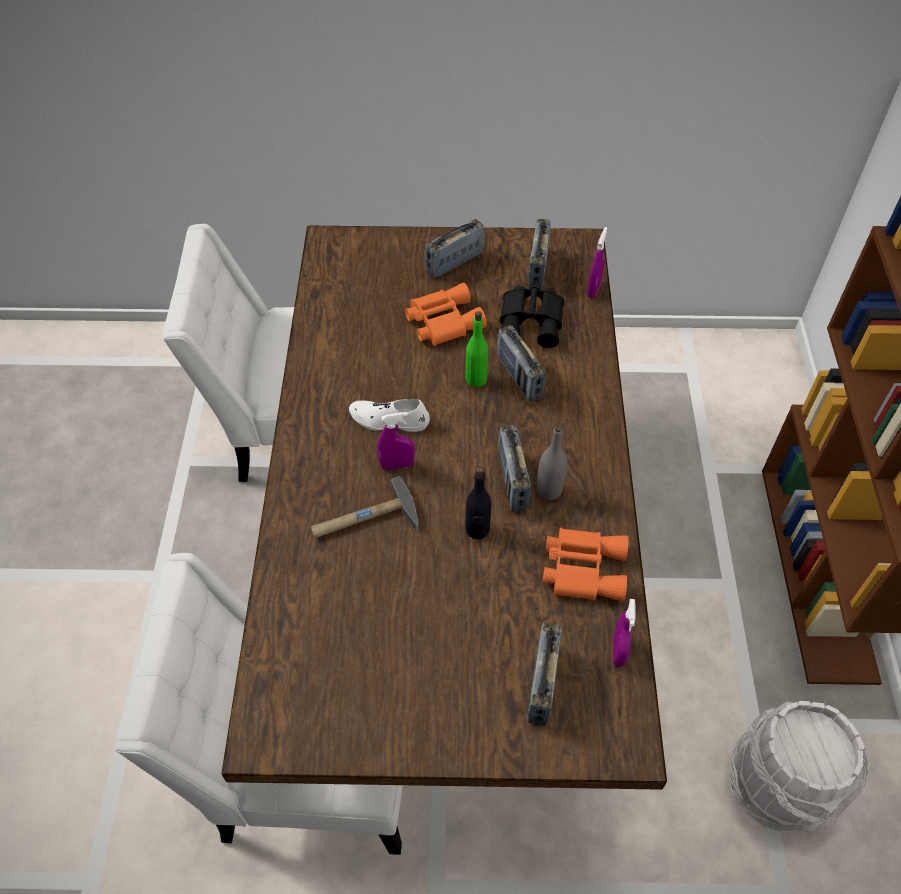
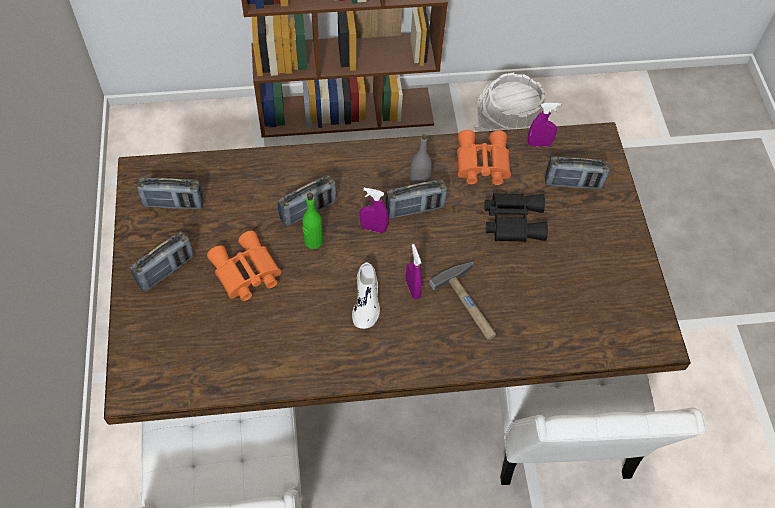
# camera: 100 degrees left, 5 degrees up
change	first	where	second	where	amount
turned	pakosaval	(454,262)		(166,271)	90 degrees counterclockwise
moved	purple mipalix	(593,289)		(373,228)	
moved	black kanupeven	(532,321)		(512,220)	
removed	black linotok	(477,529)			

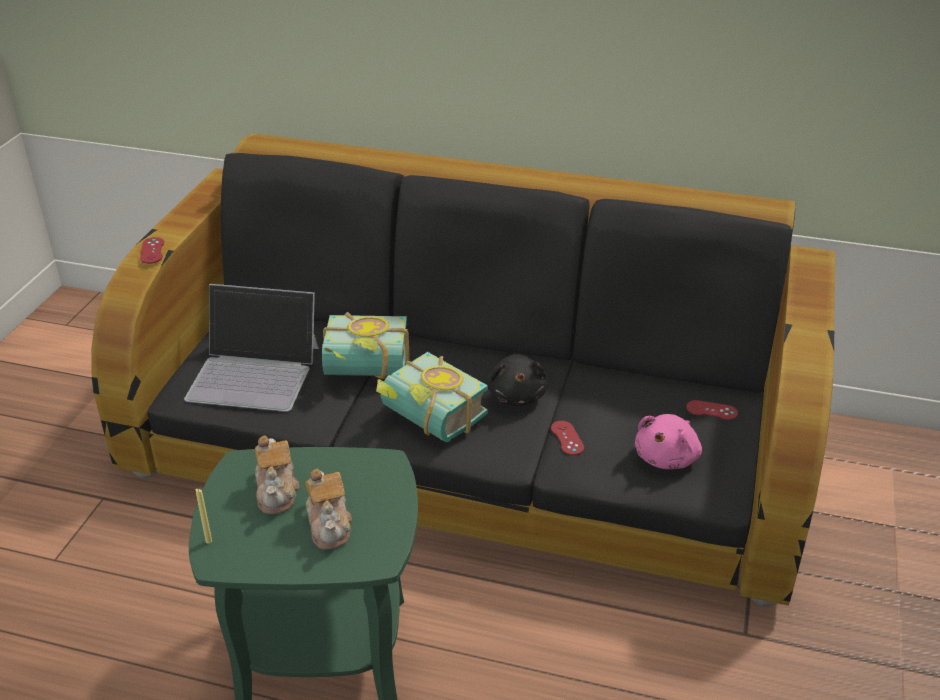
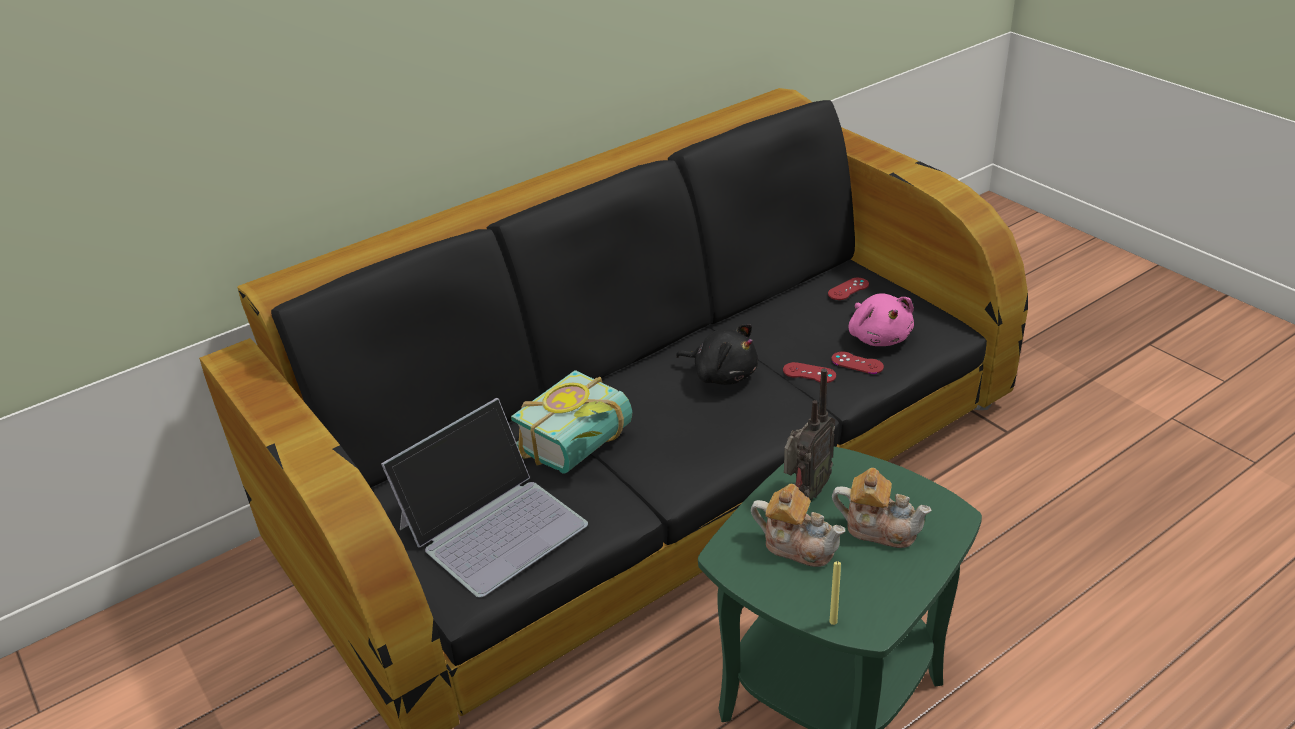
# camera: 50 degrees left, 0 degrees up
change	first	where	second	where	amount
added			pakosaval	(805,492)	
moved	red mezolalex	(152,251)		(857,363)	
removed	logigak	(427,420)			

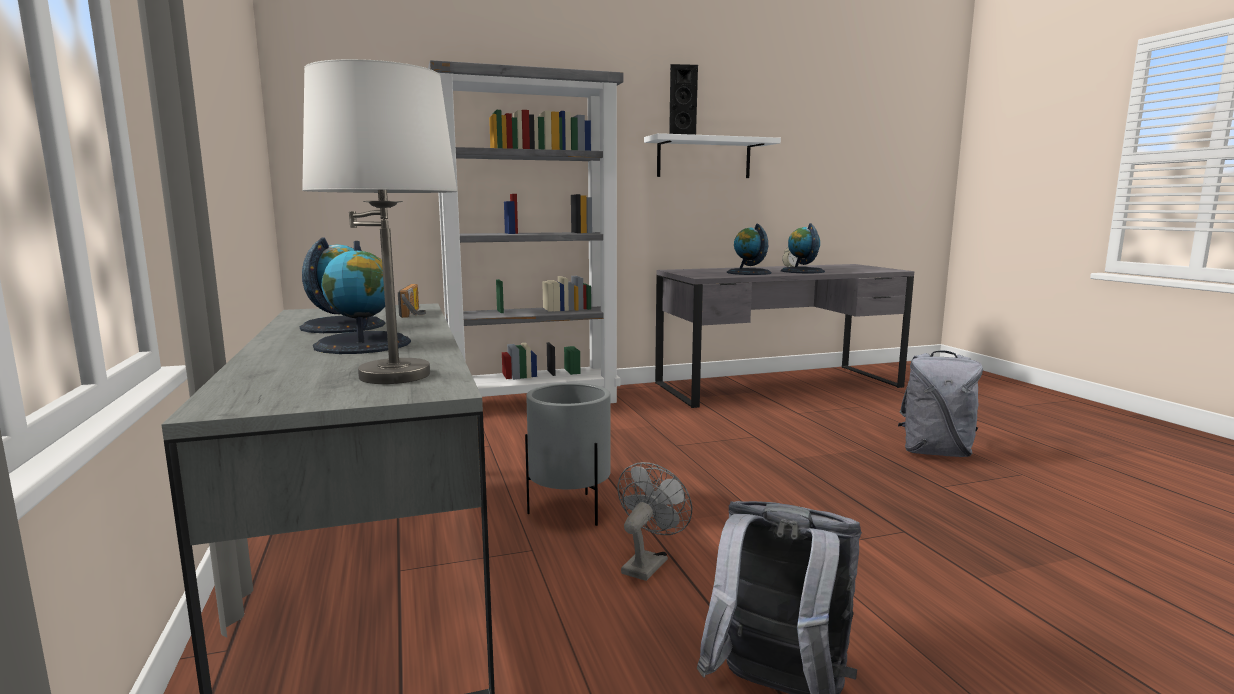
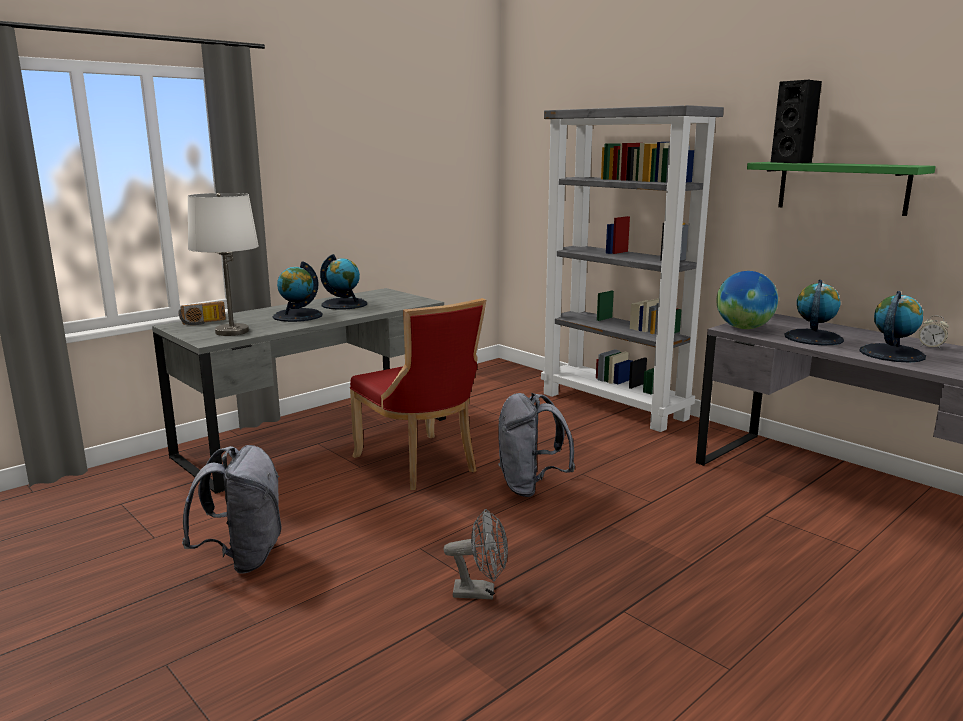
# camera: 65 degrees right, 5 degrees up
change	first	where	second	where	amount
moved	pakosaval	(415,313)		(203,322)	
replaced	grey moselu	(570,510)	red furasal	(420,464)	
moved	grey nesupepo	(648,563)		(481,592)	
moved	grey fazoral	(935,452)		(530,487)	
added			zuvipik	(743,328)	
recoloured	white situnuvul	(704,158)	green situnuvul	(842,187)	

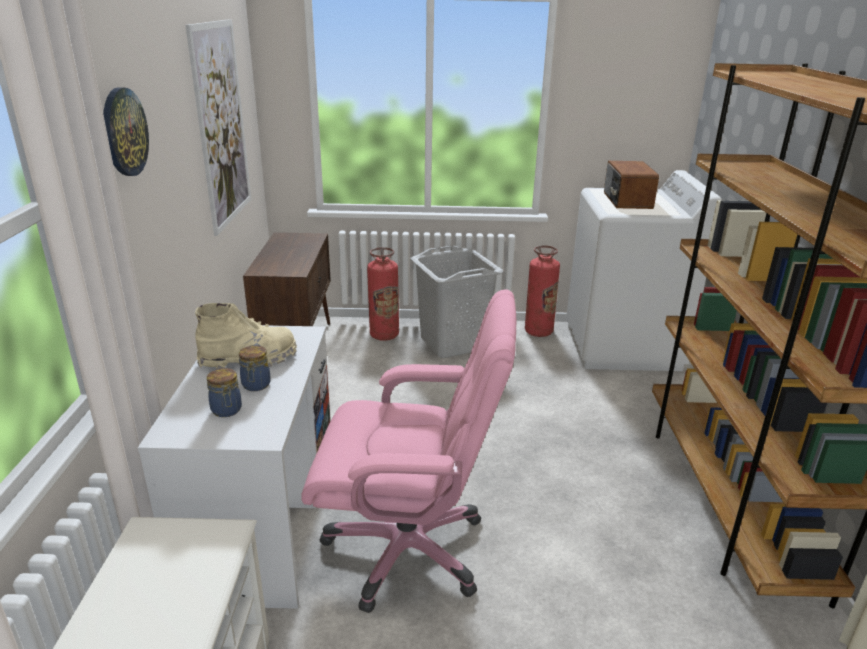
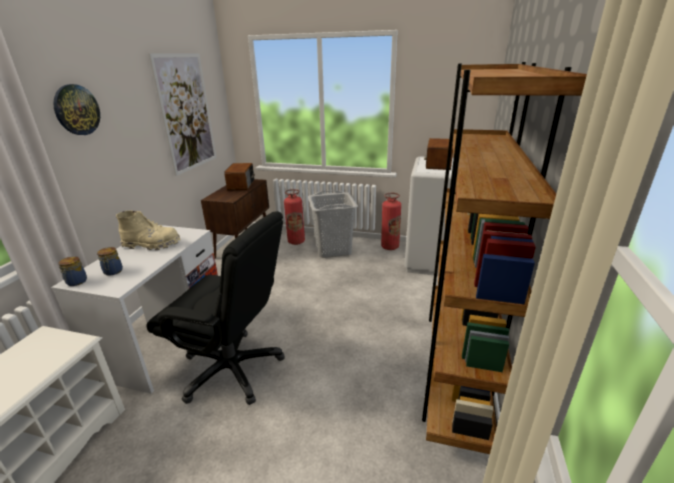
# camera: 15 degrees right, 0 degrees up
change	first	where	second	where	amount
moved	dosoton	(256,385)		(76,282)	
recoloured	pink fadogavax	(408,549)	black fadogavax	(233,369)	
added			pakosaval	(242,185)	

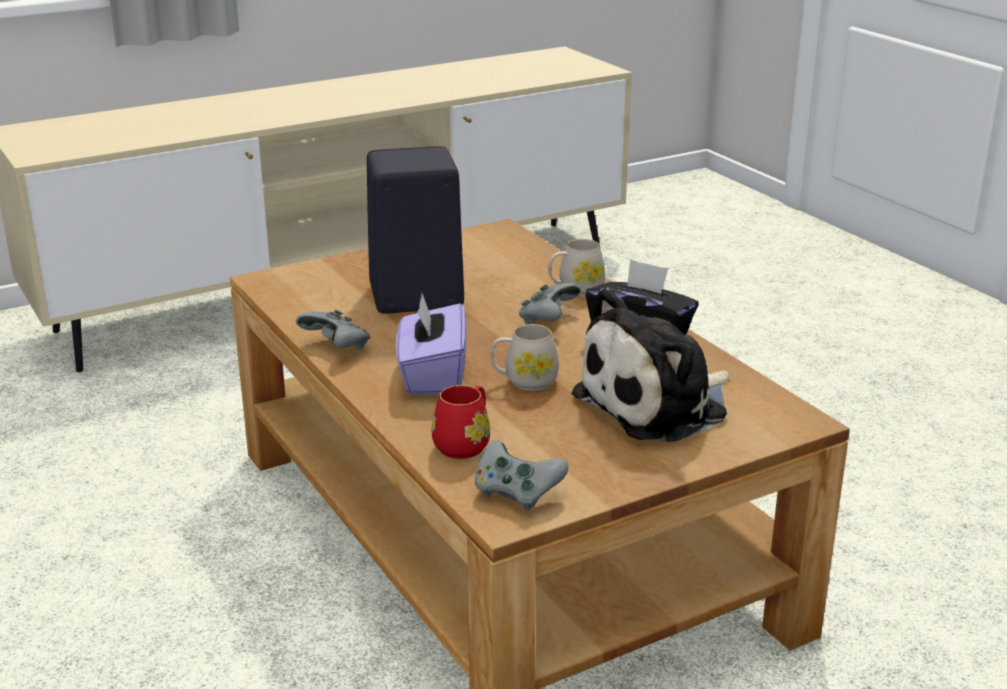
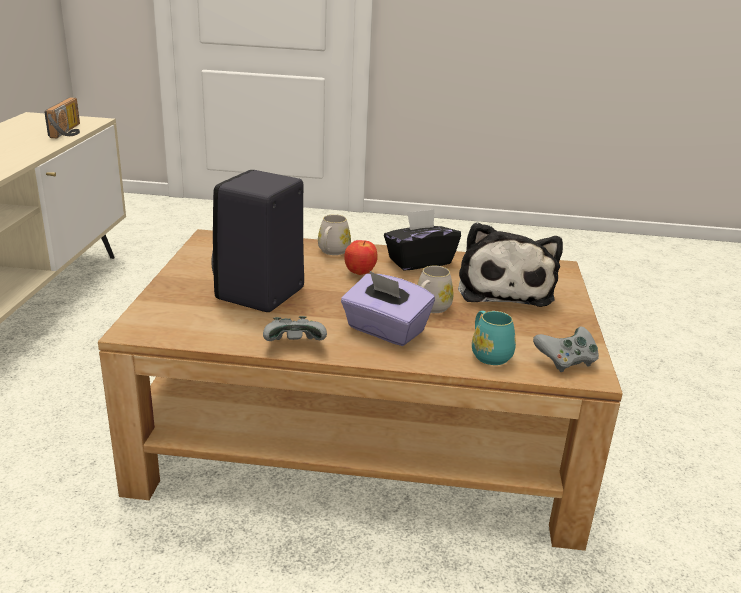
# camera: 55 degrees left, 0 degrees up
change	first	where	second	where	amount
added			pakosaval	(70,131)	
replaced	grey mezolalex	(548,320)	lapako	(360,273)	
recoloured	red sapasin	(465,444)	turquoise sapasin	(488,354)	

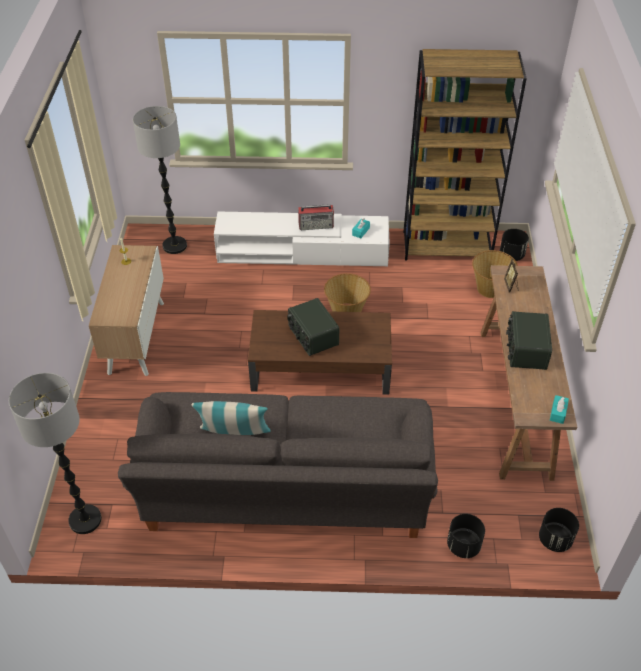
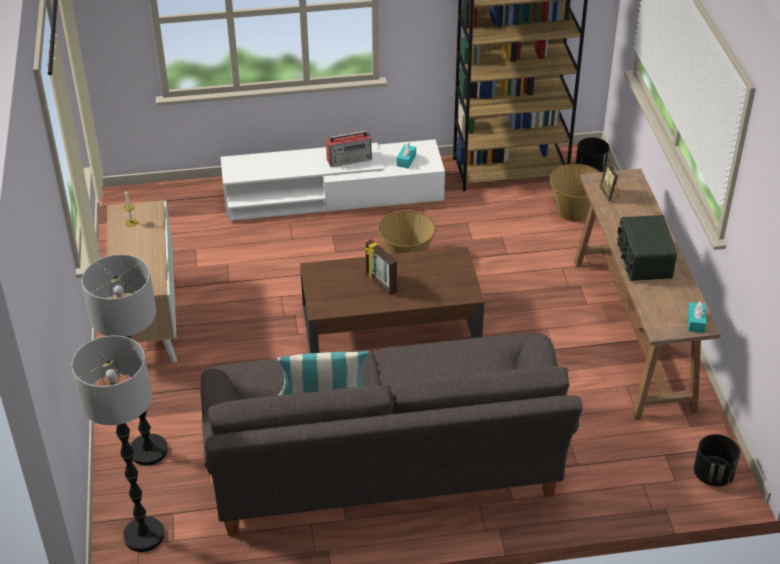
# camera: 10 degrees left, 5 degrees down
change	first	where	second	where	amount
moved	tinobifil	(174,246)		(148,451)	
replaced	pakosaval	(312,336)	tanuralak	(380,284)	
removed	black moselu	(463,545)			

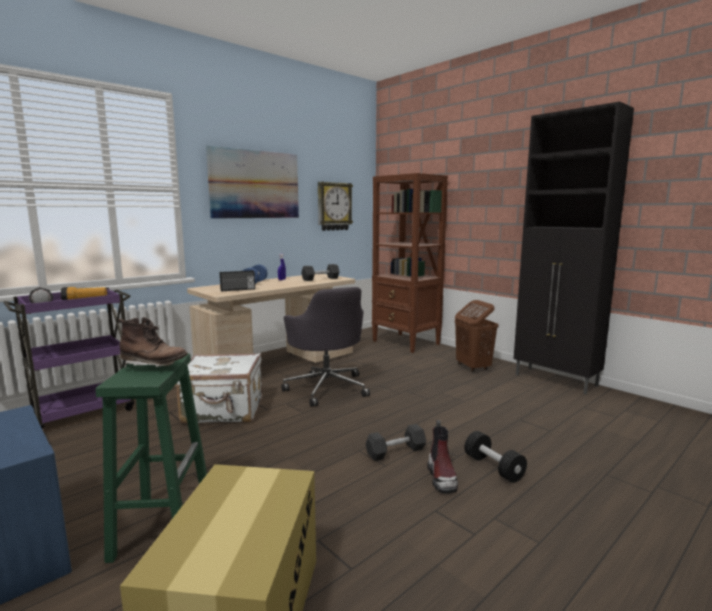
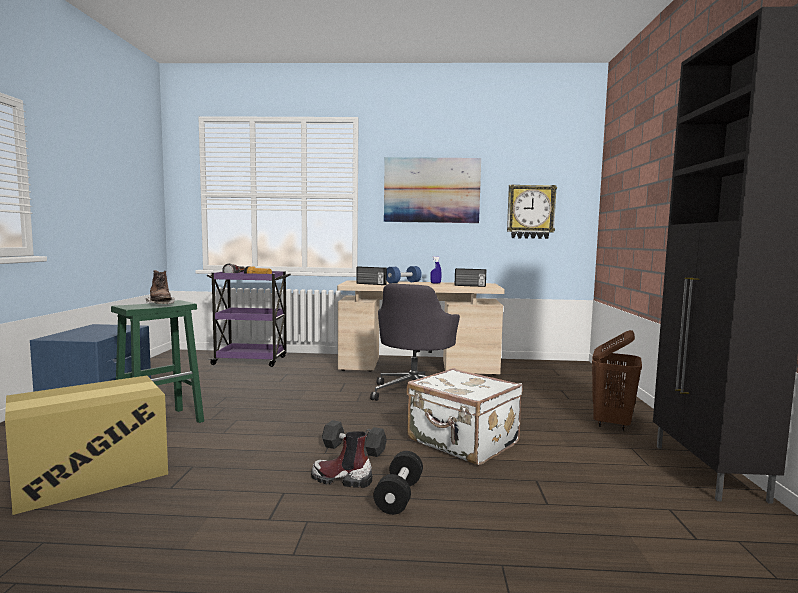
# camera: 45 degrees right, 5 degrees down
change	first	where	second	where	amount
turned	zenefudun	(442,477)		(341,479)	60 degrees clockwise
moved	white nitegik	(223,411)		(462,442)	
replaced	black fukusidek	(320,279)	pakosaval	(470,286)	
removed	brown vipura	(406,343)			

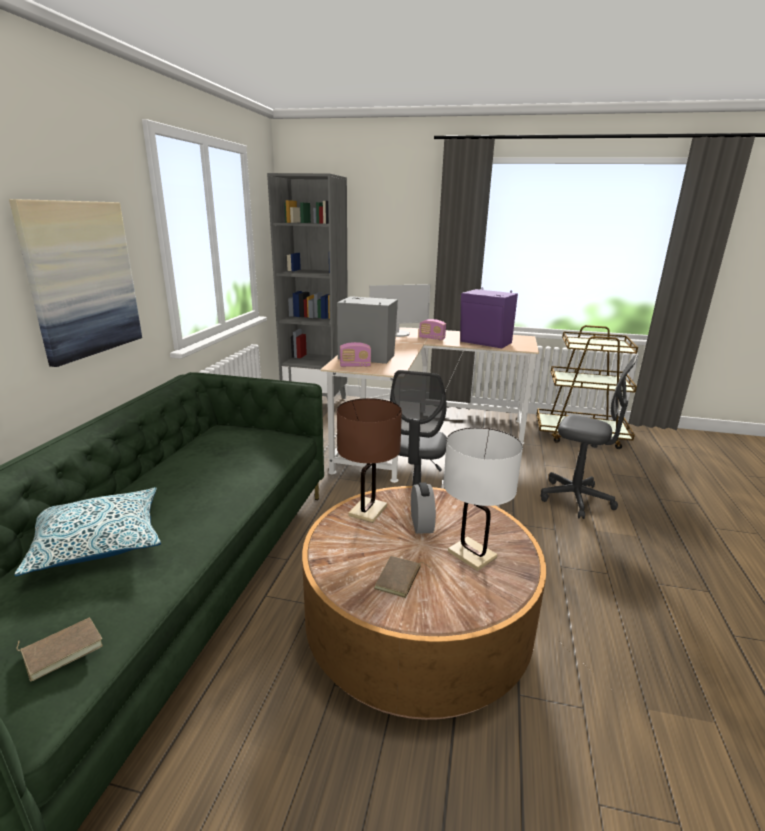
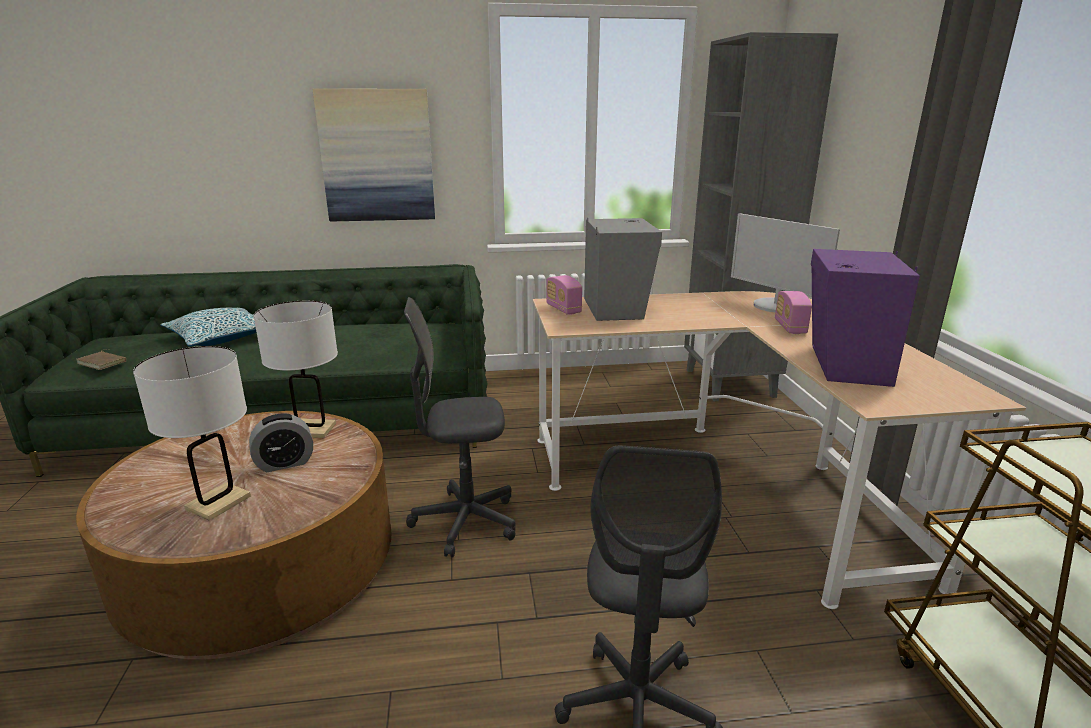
# camera: 70 degrees right, 0 degrees up
change	first	where	second	where	amount
recoloured	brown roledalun	(368,511)	white roledalun	(311,430)	
removed	brown logigak	(399,579)			

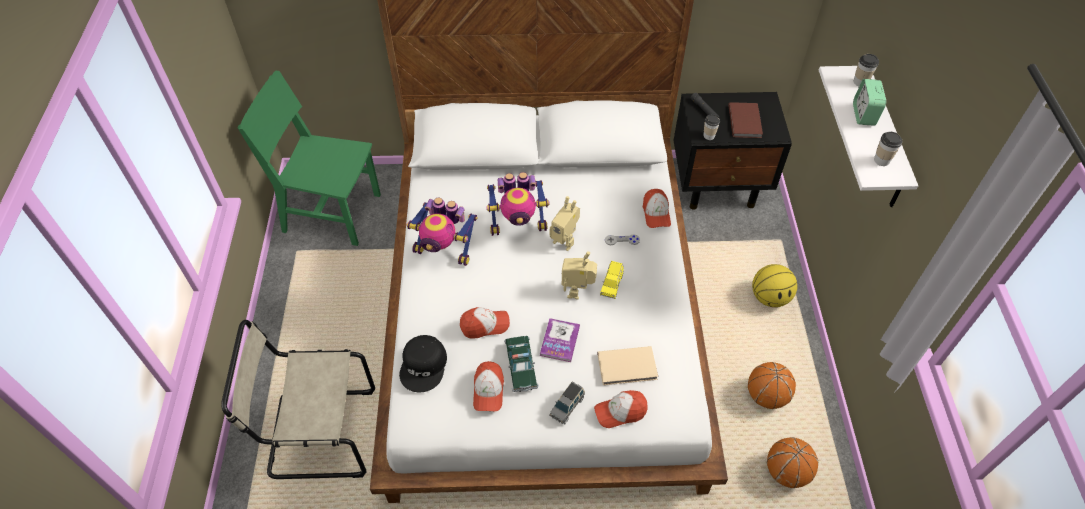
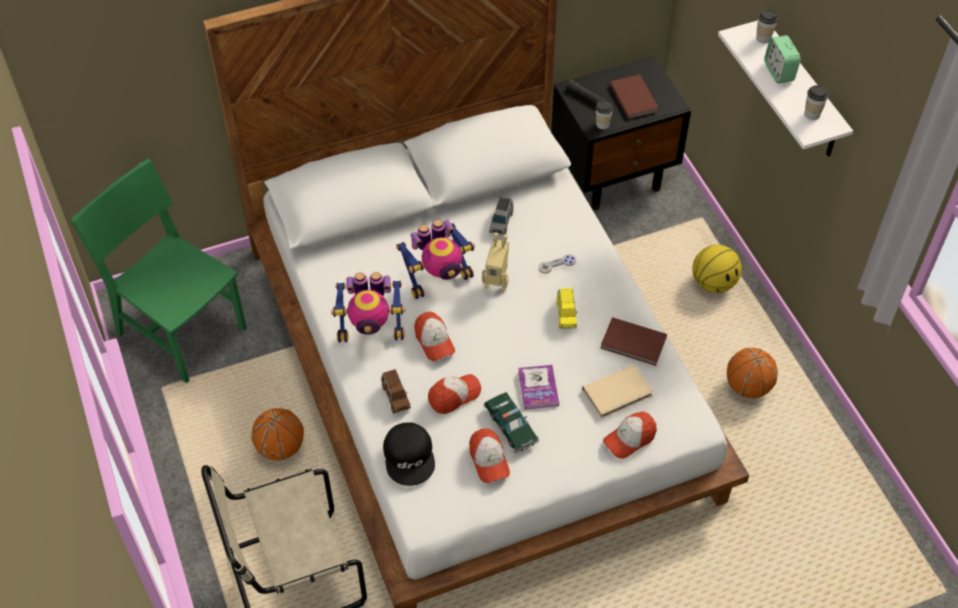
# camera: 20 degrees left, 0 degrees up
change	first	where	second	where	amount
turned	green furasal	(332,212)		(182,330)	45 degrees clockwise
moved	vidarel	(786,472)		(280,447)	
added			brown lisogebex	(396,397)	
moved	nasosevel	(656,213)		(434,341)	
moved	grey lisogebex	(567,406)		(501,222)	
added			brown logigak	(633,344)	
removed	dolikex	(578,291)			

